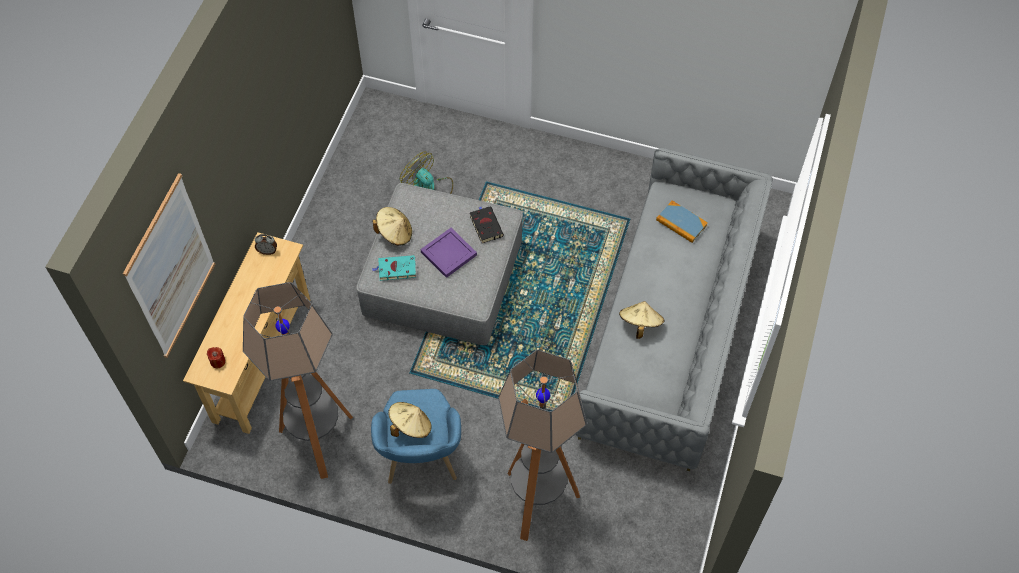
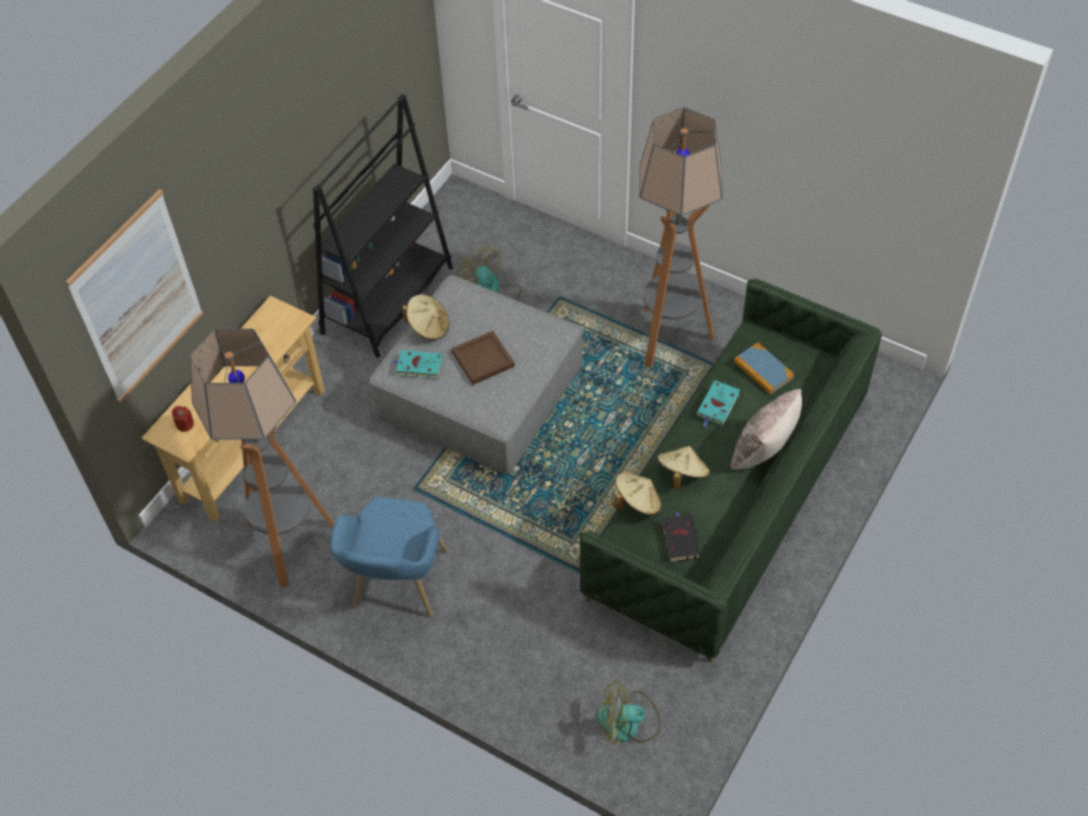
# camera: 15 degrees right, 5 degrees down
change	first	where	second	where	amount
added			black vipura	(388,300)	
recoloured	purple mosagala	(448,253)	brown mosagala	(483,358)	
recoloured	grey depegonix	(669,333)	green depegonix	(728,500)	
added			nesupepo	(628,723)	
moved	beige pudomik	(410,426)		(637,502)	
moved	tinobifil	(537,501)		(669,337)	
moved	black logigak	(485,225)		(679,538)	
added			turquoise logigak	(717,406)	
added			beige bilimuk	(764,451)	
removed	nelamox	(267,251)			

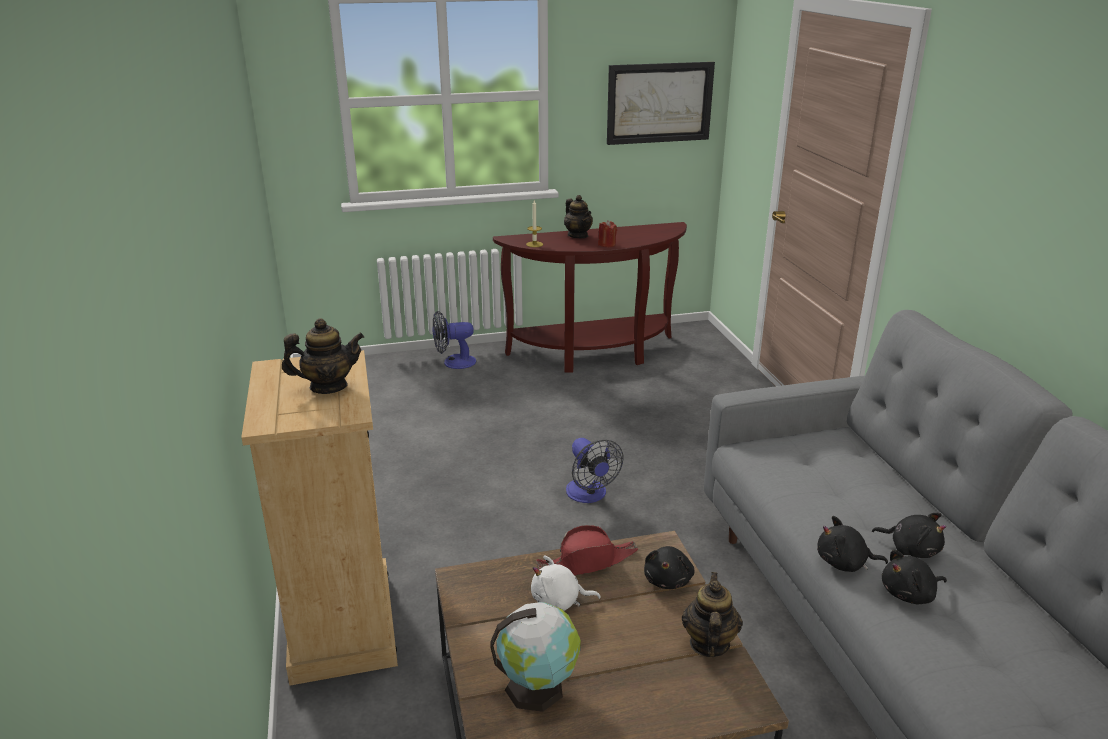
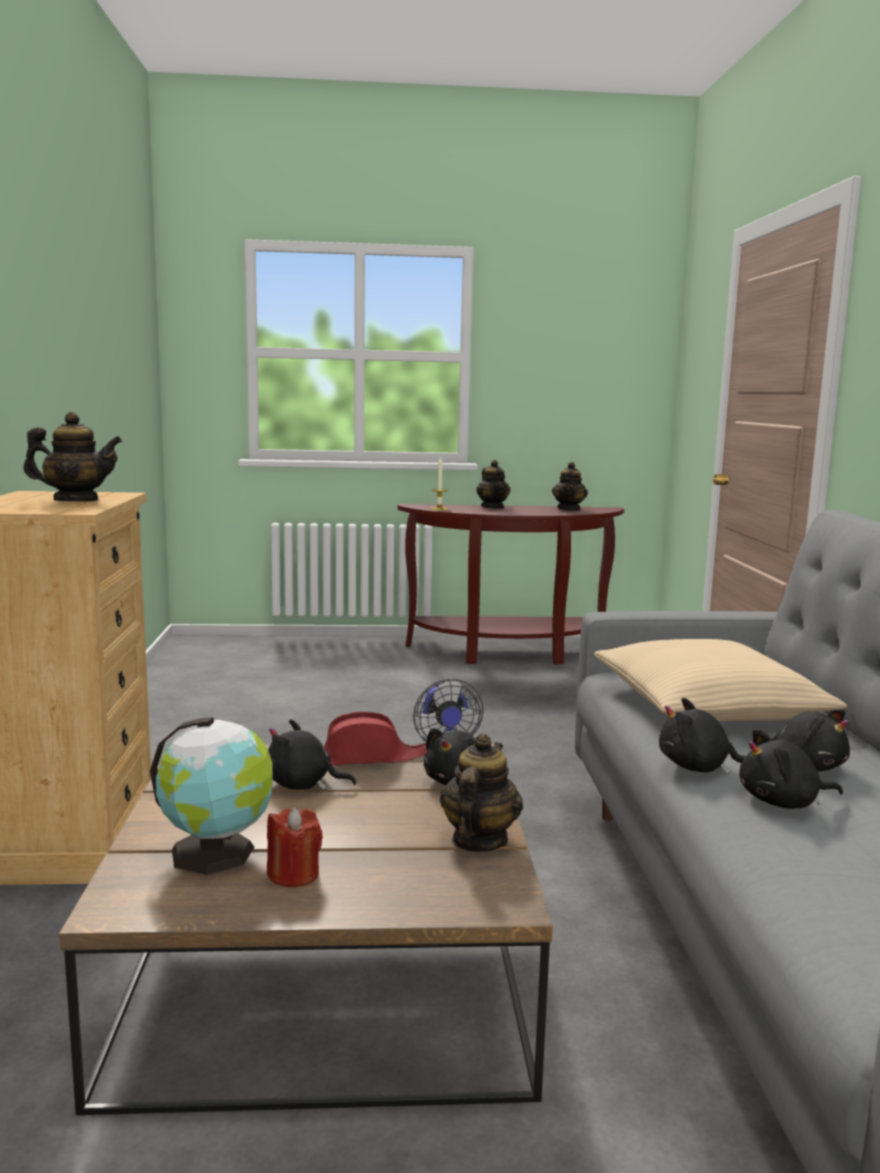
# camera: 10 degrees right, 15 degrees down
change	first	where	second	where	amount
moved	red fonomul	(607,244)		(293,875)	
recoloured	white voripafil	(559,601)	black voripafil	(303,785)	
added			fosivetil	(569,509)	
added			beige bilimuk	(707,705)	
removed	nesupepo	(453,362)			
removed	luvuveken	(659,103)			

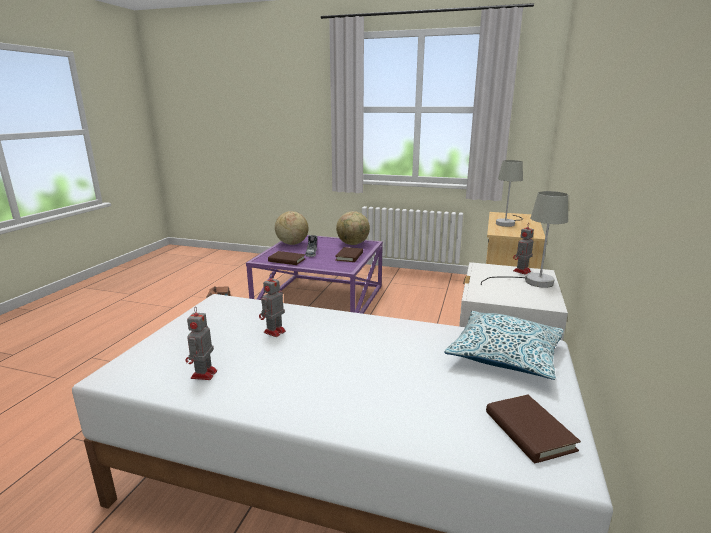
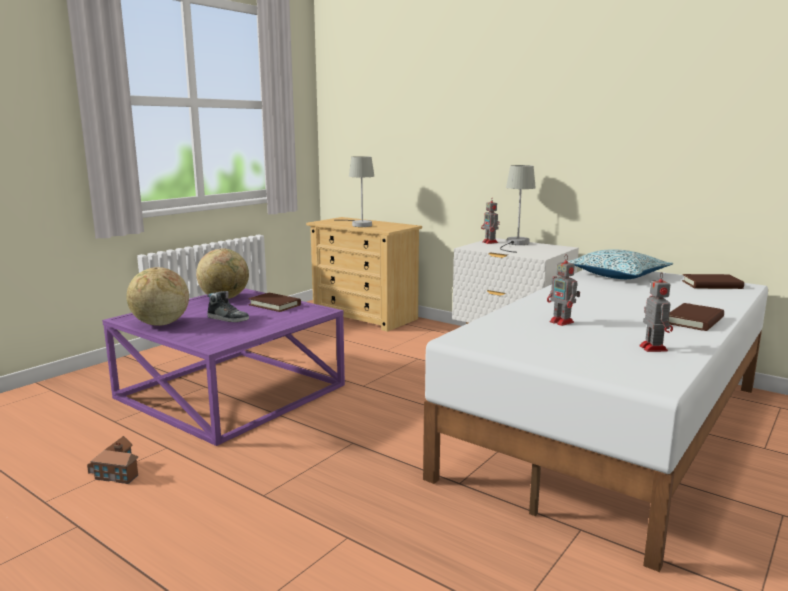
# camera: 70 degrees left, 5 degrees down
change	first	where	second	where	amount
turned	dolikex	(203,375)		(652,348)	120 degrees counterclockwise
moved	brown logigak	(286,260)		(694,321)	

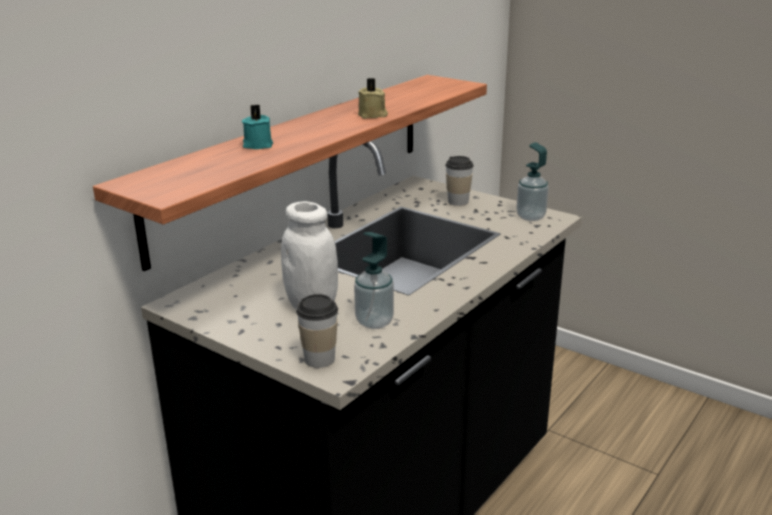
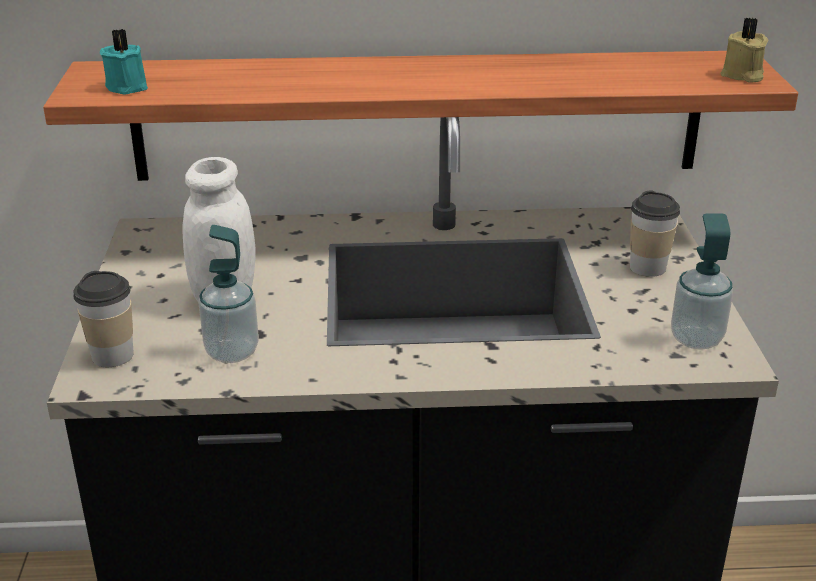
# camera: 50 degrees right, 5 degrees up
change	first	where	second	where	amount
moved	turquoise fonomul	(257,145)		(128,86)	
moved	beige fonomul	(373,115)		(742,75)	

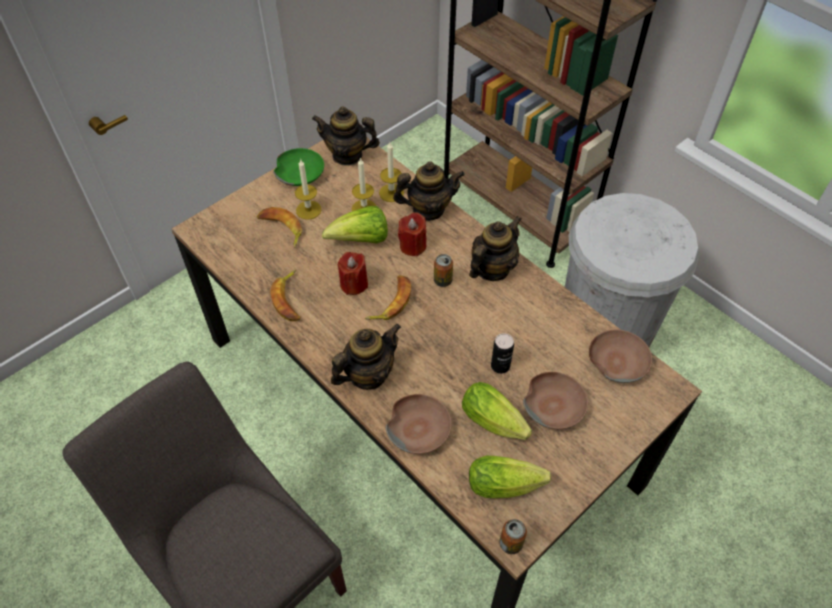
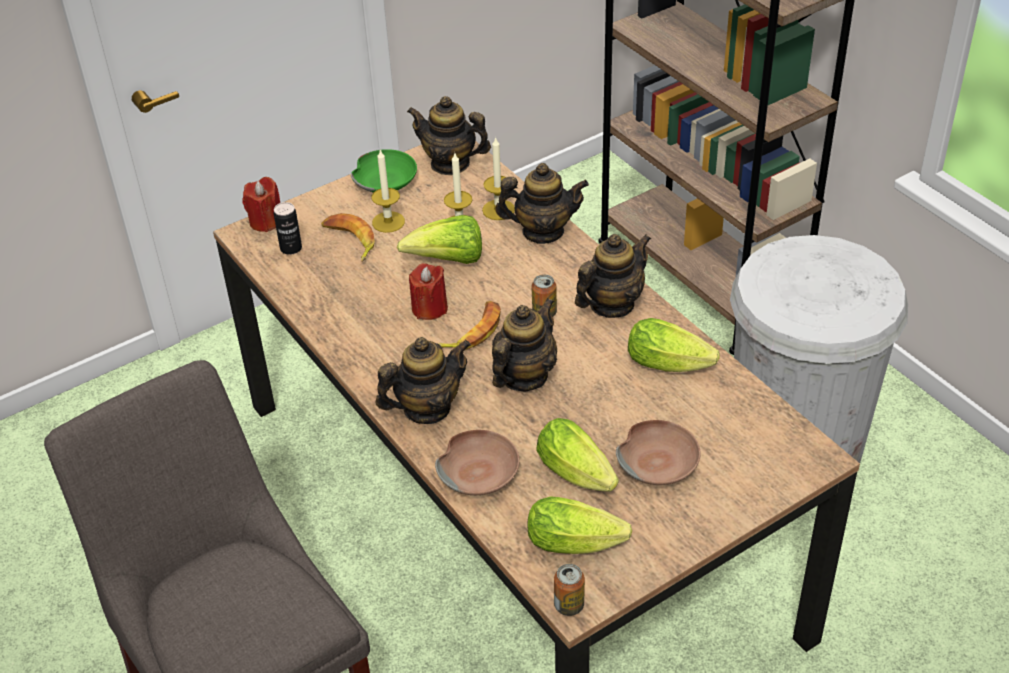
# camera: 10 degrees right, 10 degrees down
change	first	where	second	where	amount
moved	red fonomul	(413,246)		(266,221)	
moved	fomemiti	(500,366)		(291,248)	
added			fosivetil	(523,376)	
added			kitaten	(672,364)	
removed	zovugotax	(289,299)			
removed	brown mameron	(617,361)			

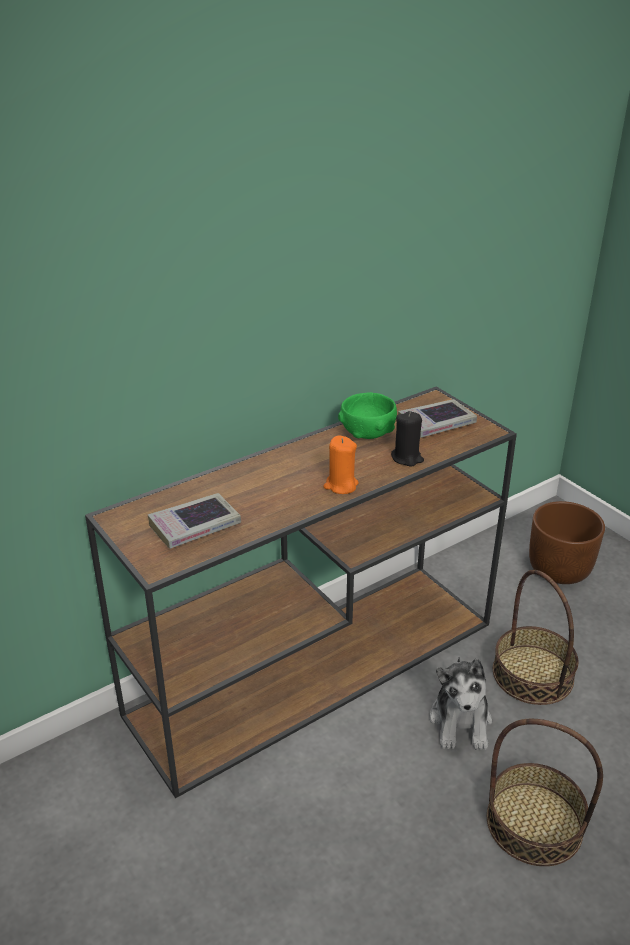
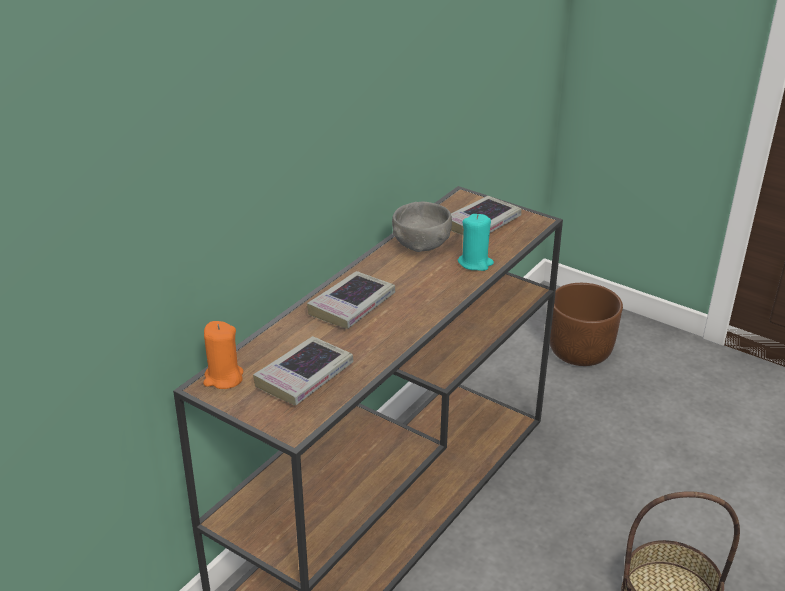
# camera: 20 degrees left, 0 degrees up
change	first	where	second	where	amount
moved	orange fonomul	(340,485)		(223,378)	
added			logigak	(352,305)	
recoloured	green mameron	(368,433)	grey mameron	(421,245)	
recoloured	black fonomul	(407,458)	turquoise fonomul	(475,263)	
removed	voripafil	(461,721)			
removed	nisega	(533,674)			

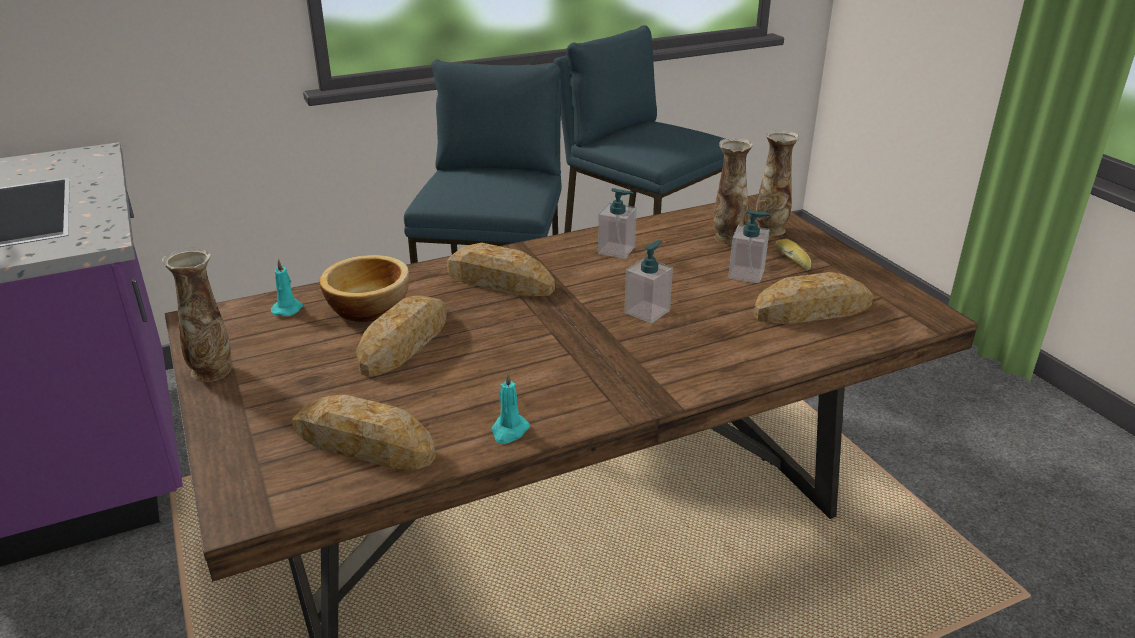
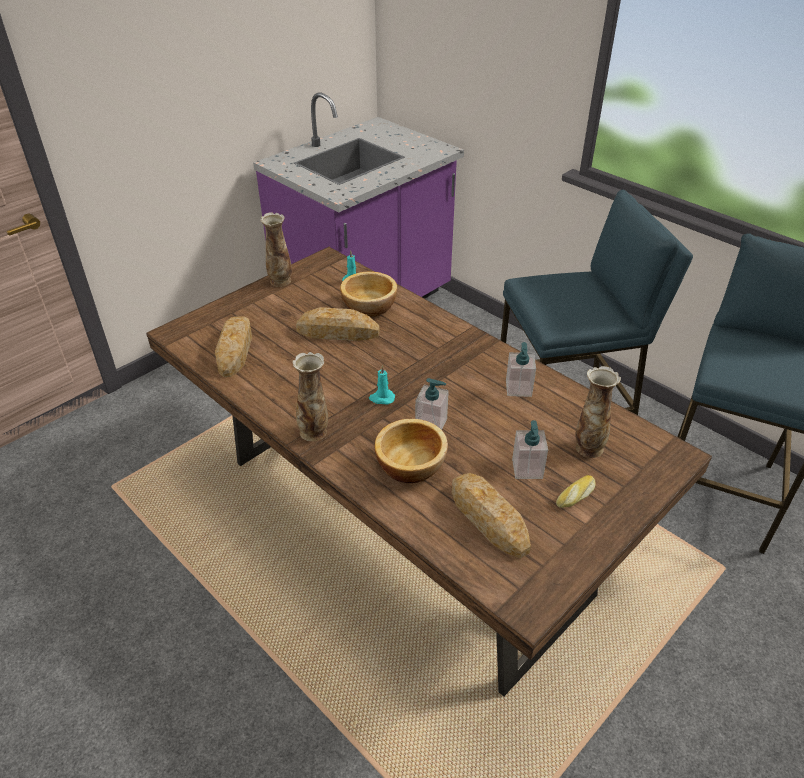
# camera: 70 degrees right, 10 degrees up
change	first	where	second	where	amount
moved	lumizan	(770,229)		(314,432)	
moved	turquoise fonomul	(509,431)		(381,398)	
added			mameron	(411,464)	
removed	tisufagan	(499,281)			

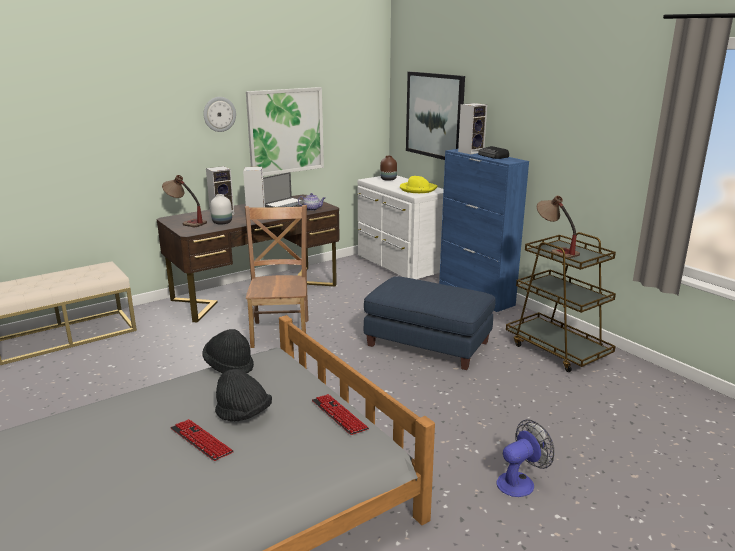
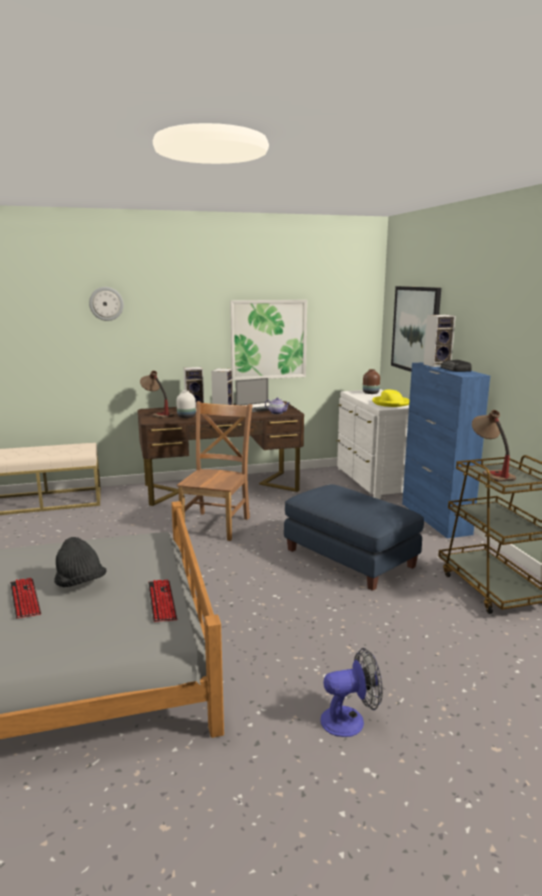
# camera: 20 degrees right, 5 degrees down
change	first	where	second	where	amount
moved	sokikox	(219,114)		(106,303)	
removed	black pudomik	(229,366)			

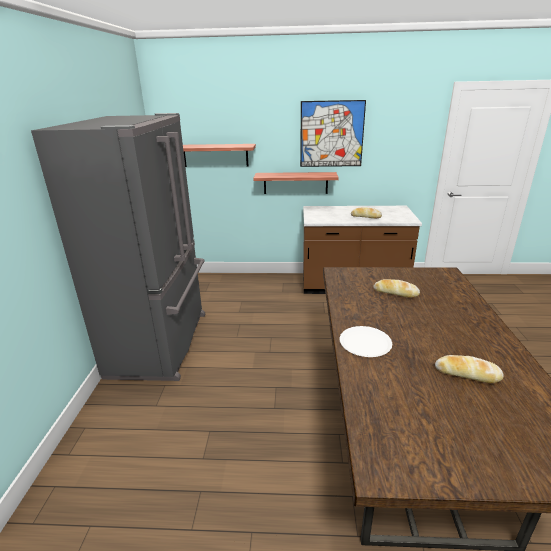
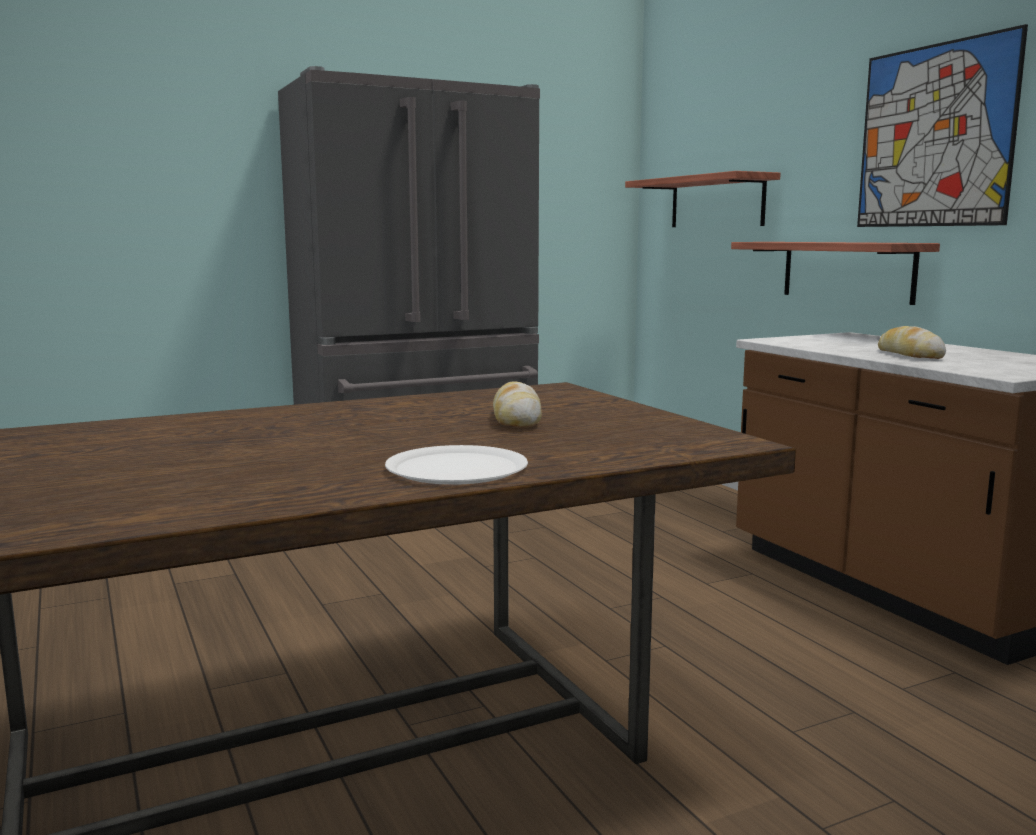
# camera: 60 degrees right, 15 degrees down
change	first	where	second	where	amount
moved	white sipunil	(365,342)		(456,468)	
removed	tisufagan	(467,373)			

